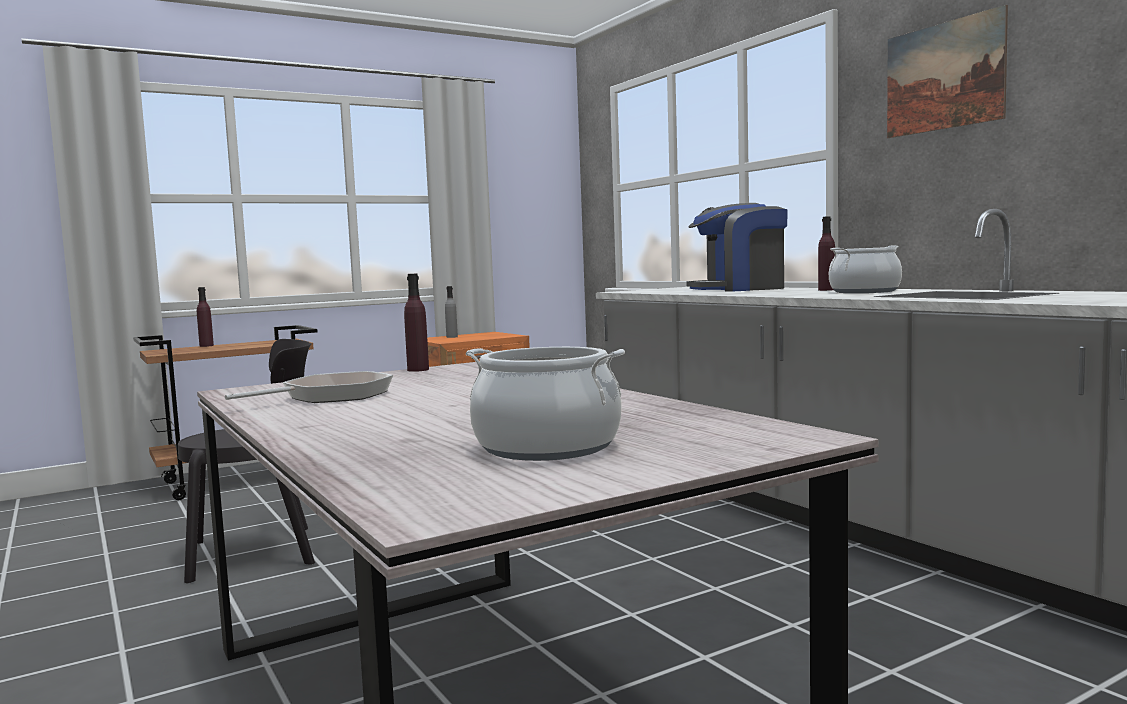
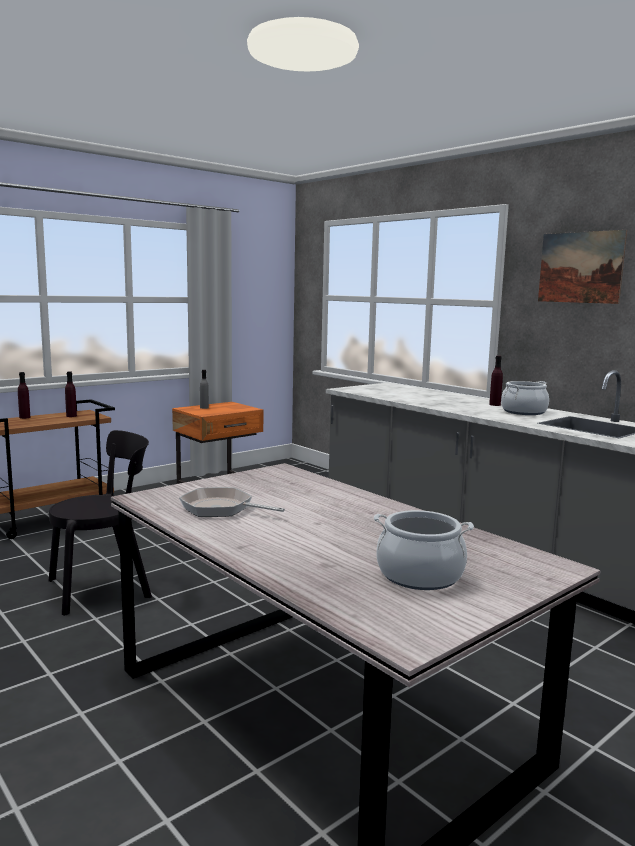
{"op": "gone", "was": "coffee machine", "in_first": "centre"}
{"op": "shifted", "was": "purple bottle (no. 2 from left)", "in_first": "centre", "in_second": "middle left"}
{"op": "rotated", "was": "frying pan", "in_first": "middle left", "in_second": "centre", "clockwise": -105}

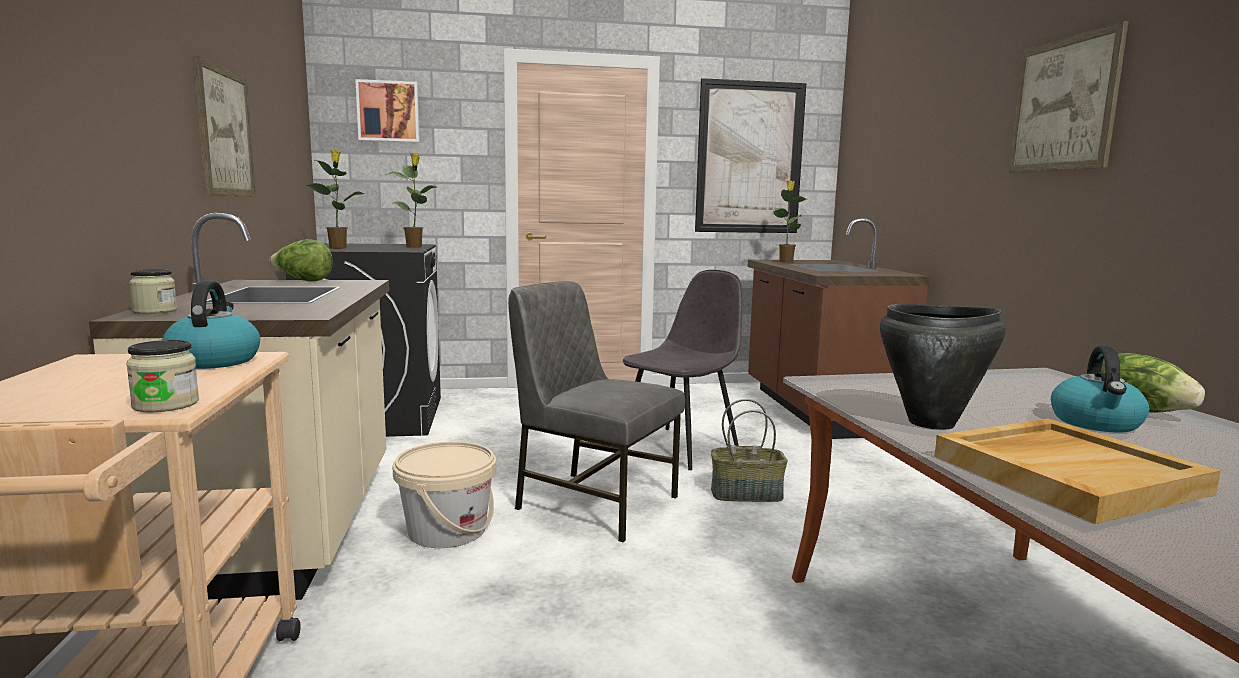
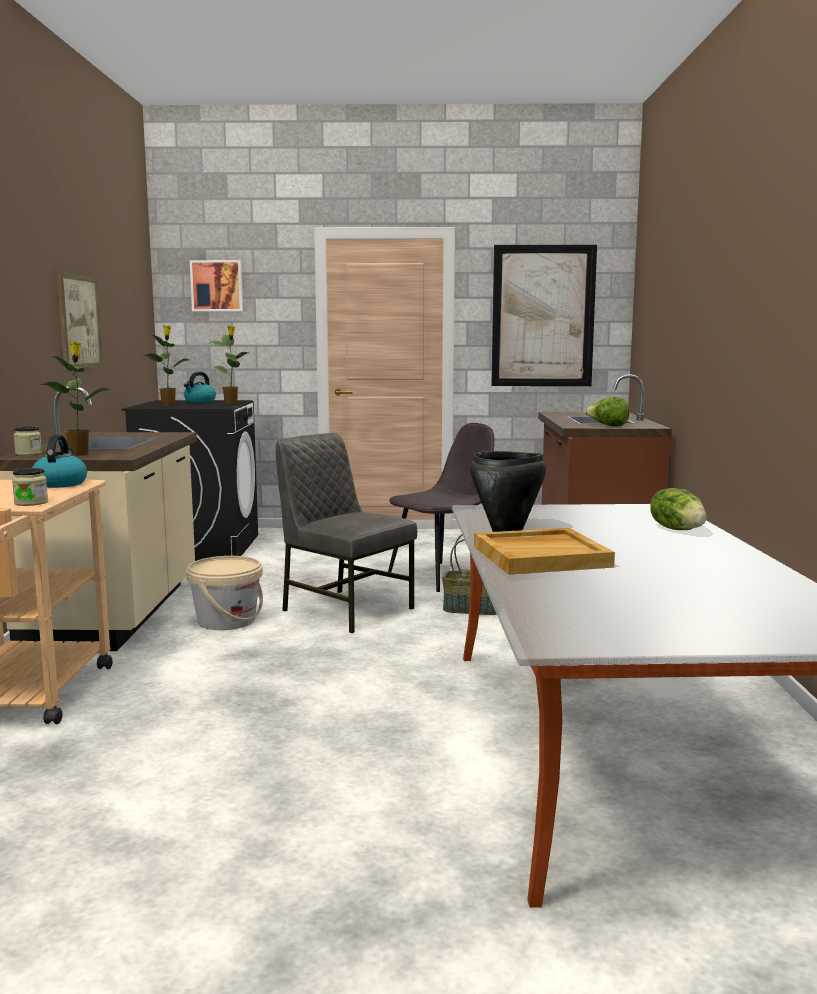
{"op": "gone", "was": "picture (no. 4 from left)", "in_first": "top right"}
{"op": "shifted", "was": "lettuce (no. 1 from left)", "in_first": "middle left", "in_second": "middle right"}
{"op": "shifted", "was": "potted plant (no. 3 from left in the first image)", "now": "potted plant (no. 1 from left)", "in_first": "top centre", "in_second": "middle left"}
{"op": "shifted", "was": "kettle (no. 2 from left)", "in_first": "middle right", "in_second": "middle left"}

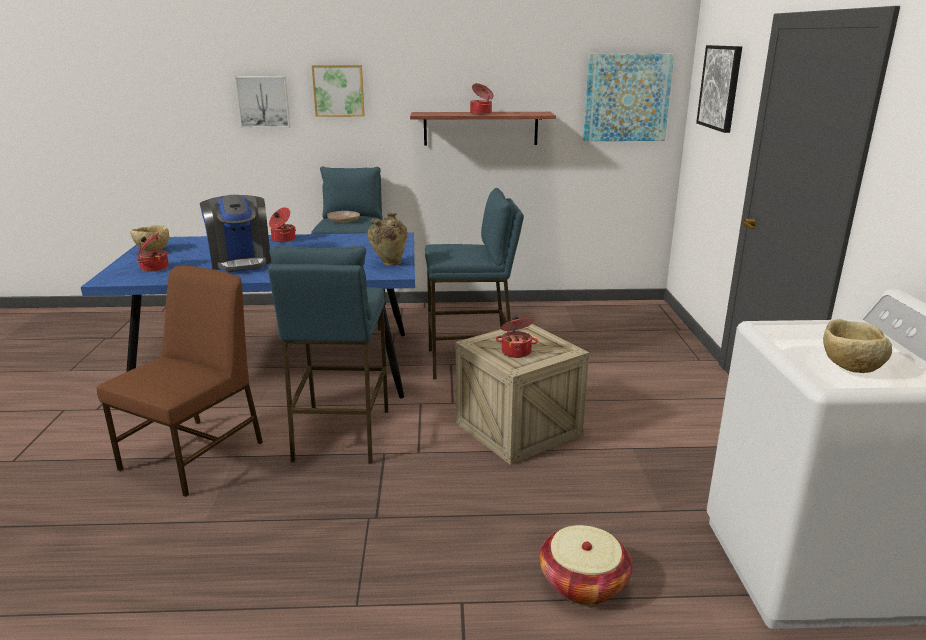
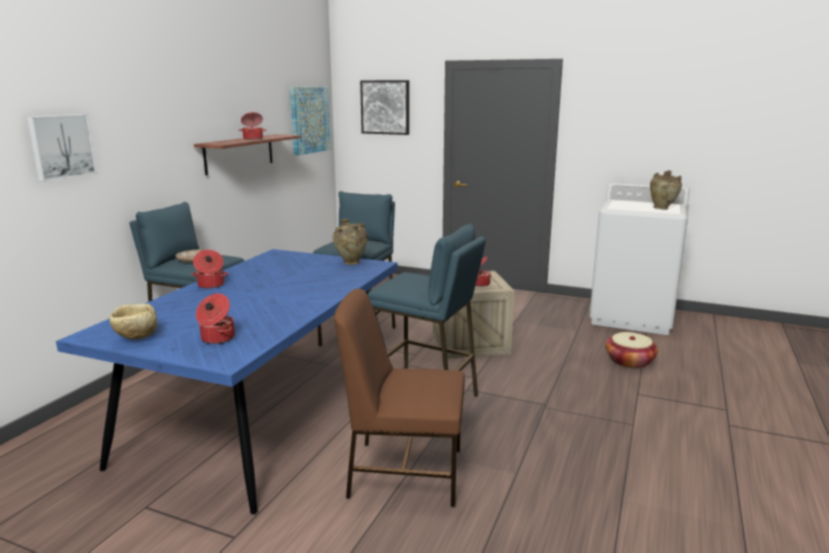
{"op": "gone", "was": "coffee machine", "in_first": "middle left"}
{"op": "gone", "was": "picture (no. 2 from left)", "in_first": "top centre"}
{"op": "swapped", "was": "beige bowl (no. 2 from left)", "now": "beige vase (no. 2 from left)", "in_first": "middle right", "in_second": "middle right"}
{"op": "rotated", "was": "brown chair", "in_first": "middle left", "in_second": "bottom centre", "clockwise": -45}

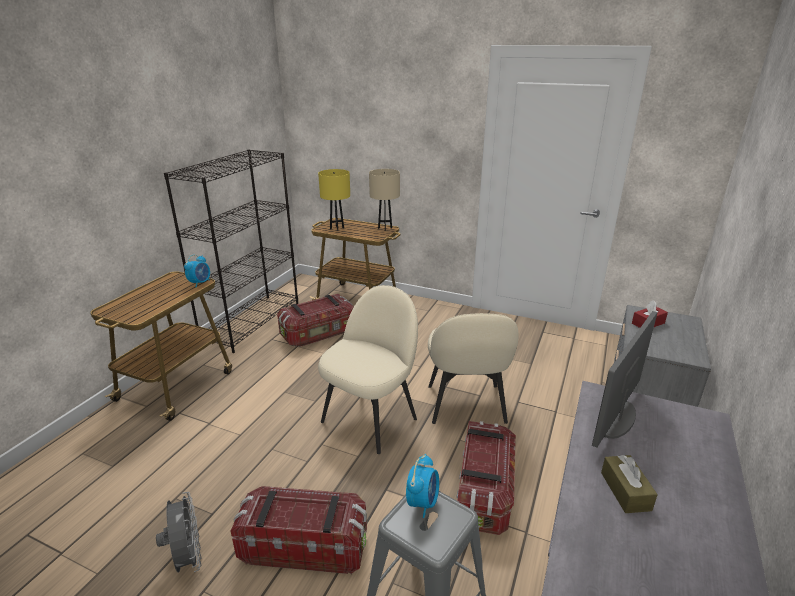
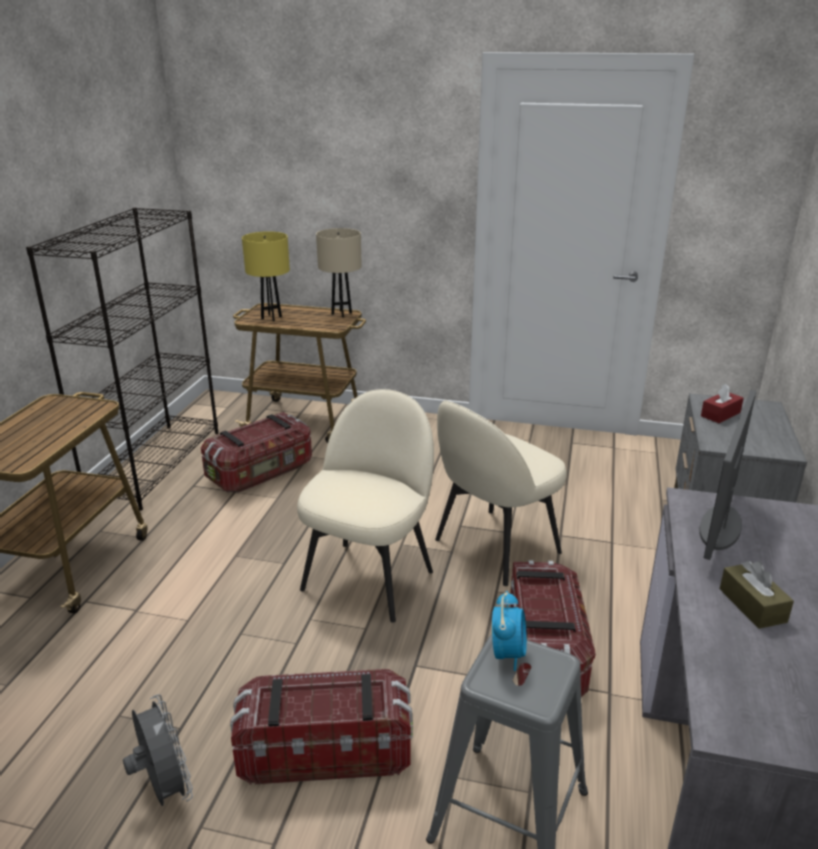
{"op": "gone", "was": "alarm clock (no. 1 from left)", "in_first": "middle left"}
{"op": "rotated", "was": "beige chair (no. 2 from left)", "in_first": "centre", "in_second": "centre", "clockwise": 60}

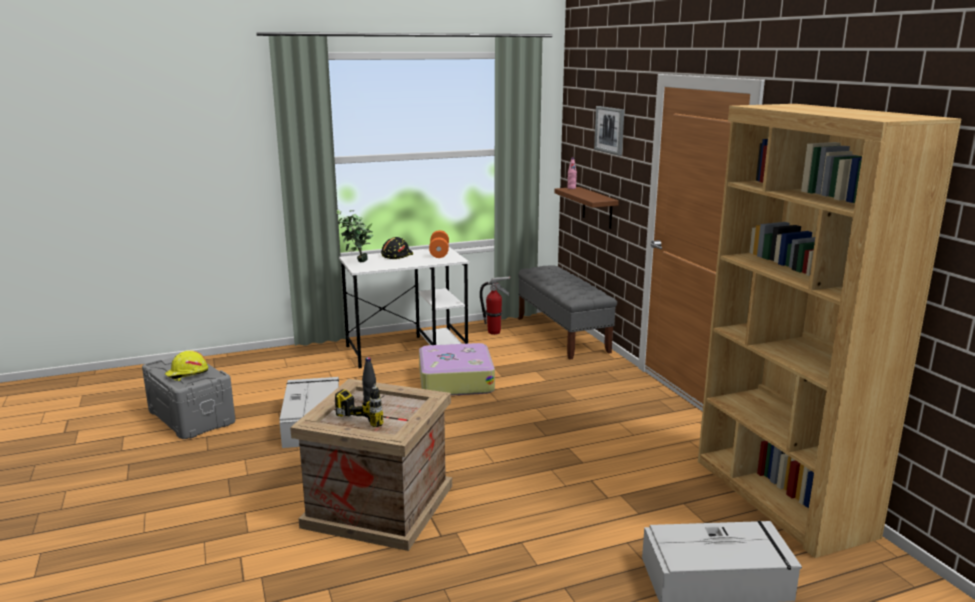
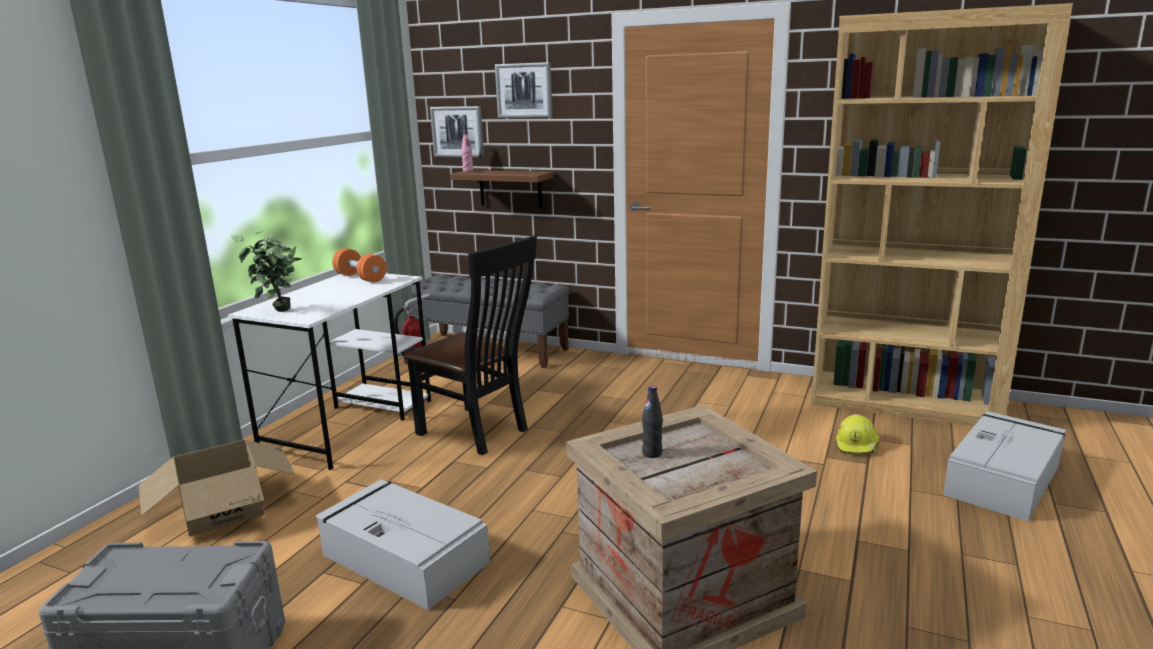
{"op": "gone", "was": "power drill", "in_first": "bottom centre"}
{"op": "gone", "was": "black hard hat", "in_first": "centre"}
{"op": "new", "now": "cardboard box", "in_second": "bottom left"}
{"op": "new", "now": "picture (no. 1 from left)", "in_second": "top centre"}
{"op": "shifted", "was": "yellow hard hat", "in_first": "middle left", "in_second": "bottom right"}
{"op": "swapped", "was": "suitcase", "now": "black chair", "in_first": "centre", "in_second": "centre"}

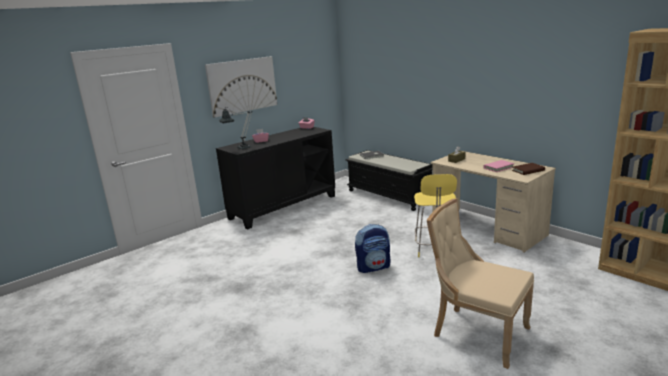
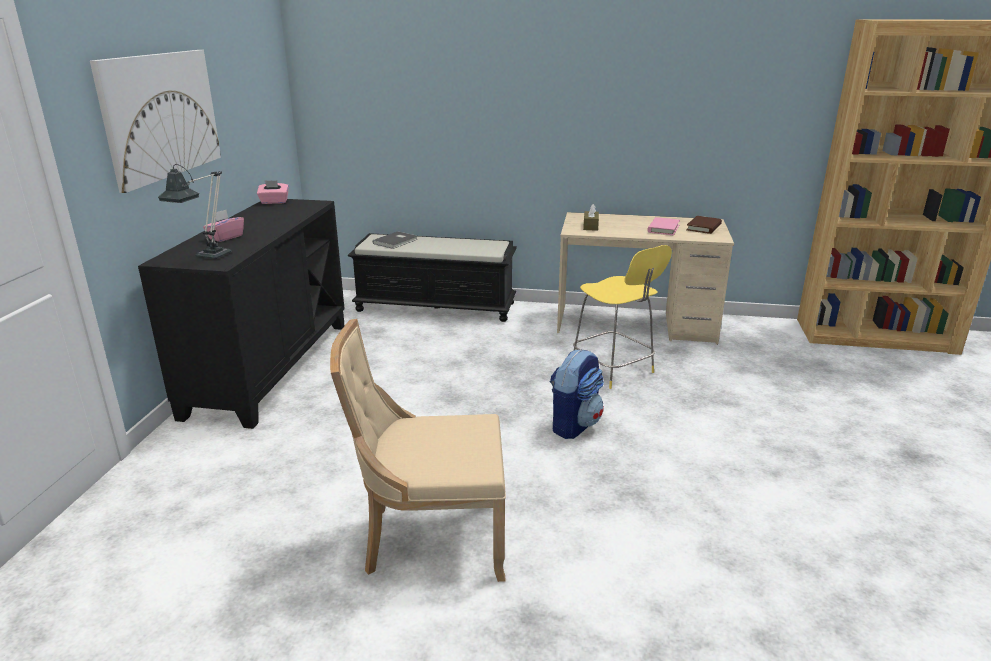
{"op": "shifted", "was": "beige chair", "in_first": "bottom right", "in_second": "bottom centre"}

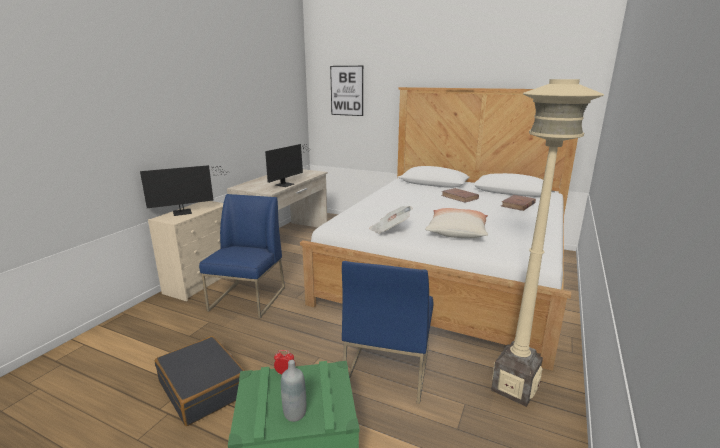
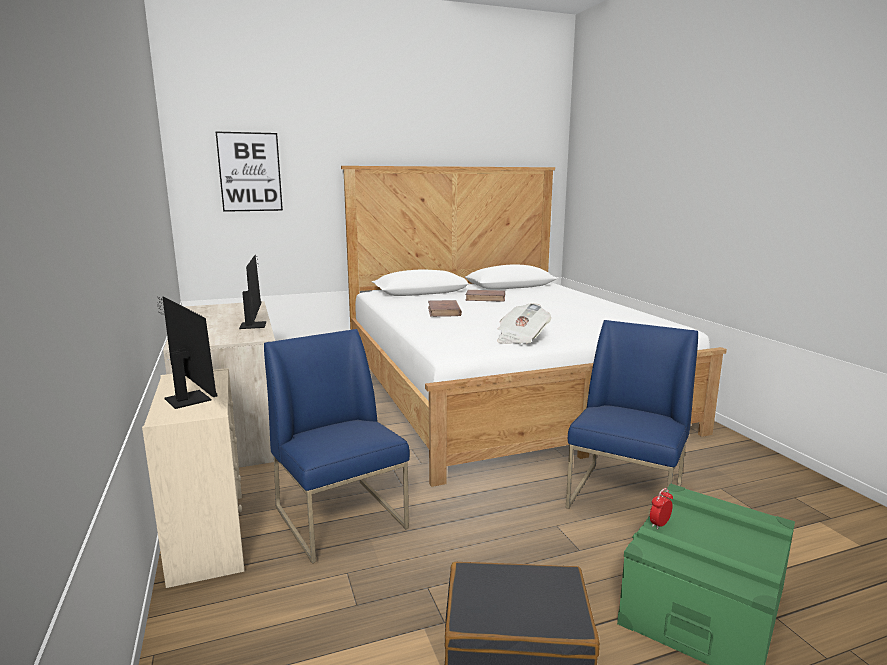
{"op": "gone", "was": "grey bottle", "in_first": "bottom centre"}
{"op": "gone", "was": "pillow", "in_first": "centre"}
{"op": "gone", "was": "beige floor lamp", "in_first": "middle right"}
{"op": "shifted", "was": "brown book (no. 2 from left in the first image)", "now": "brown book (no. 1 from left)", "in_first": "middle right", "in_second": "centre"}
{"op": "rotated", "was": "monitor (no. 1 from left)", "in_first": "middle left", "in_second": "middle left", "clockwise": -60}
{"op": "rotated", "was": "blue chair (no. 2 from left)", "in_first": "bottom centre", "in_second": "middle right", "clockwise": -120}

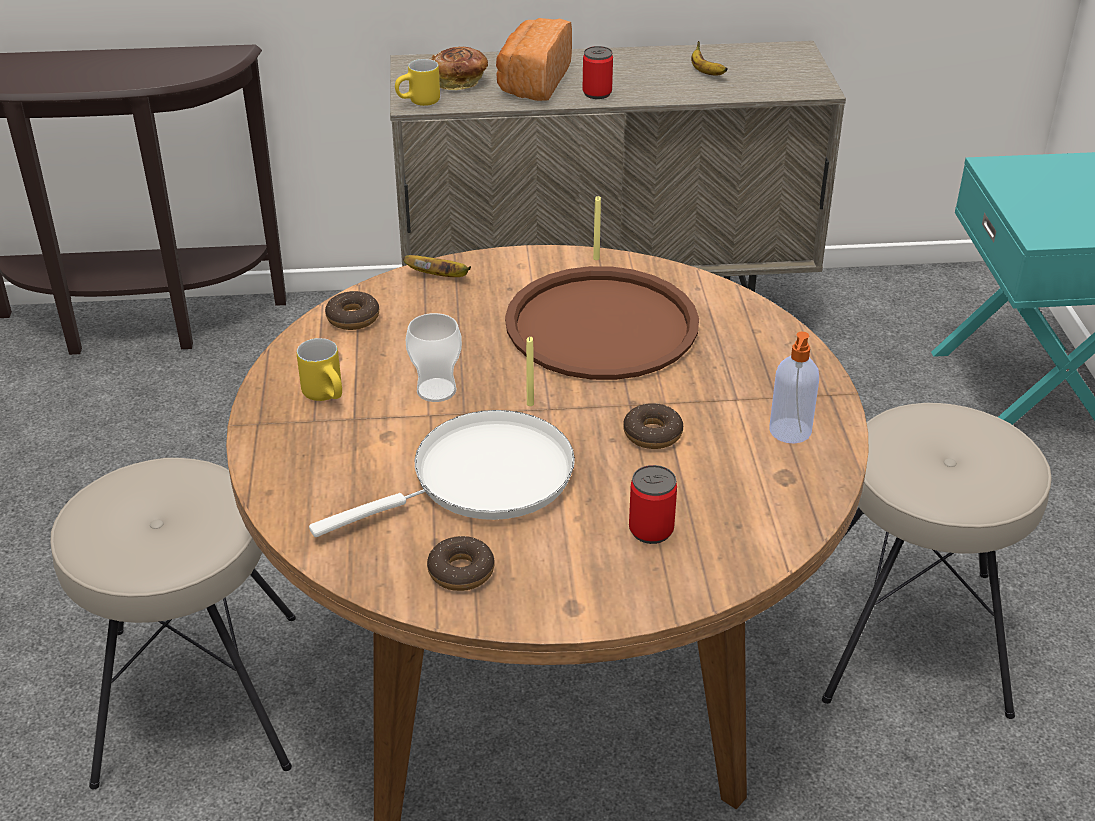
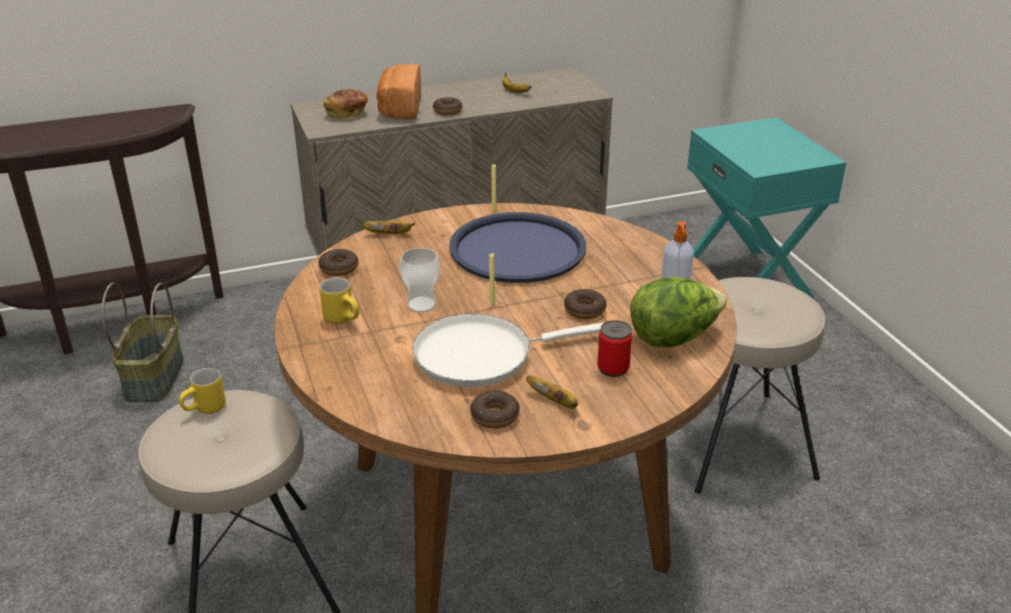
{"op": "new", "now": "basket", "in_second": "middle left"}
{"op": "new", "now": "banana (no. 3 from left)", "in_second": "centre"}
{"op": "new", "now": "lettuce", "in_second": "middle right"}
{"op": "shifted", "was": "yellow mug (no. 2 from left in the first image)", "now": "yellow mug (no. 1 from left)", "in_first": "top centre", "in_second": "middle left"}
{"op": "swapped", "was": "can (no. 1 from left)", "now": "donut (no. 2 from left)", "in_first": "top centre", "in_second": "top centre"}
{"op": "repainted", "was": "brown tray", "now": "blue tray", "in_first": "centre", "in_second": "centre"}
{"op": "rotated", "was": "white frying pan", "in_first": "centre", "in_second": "centre", "clockwise": -150}

